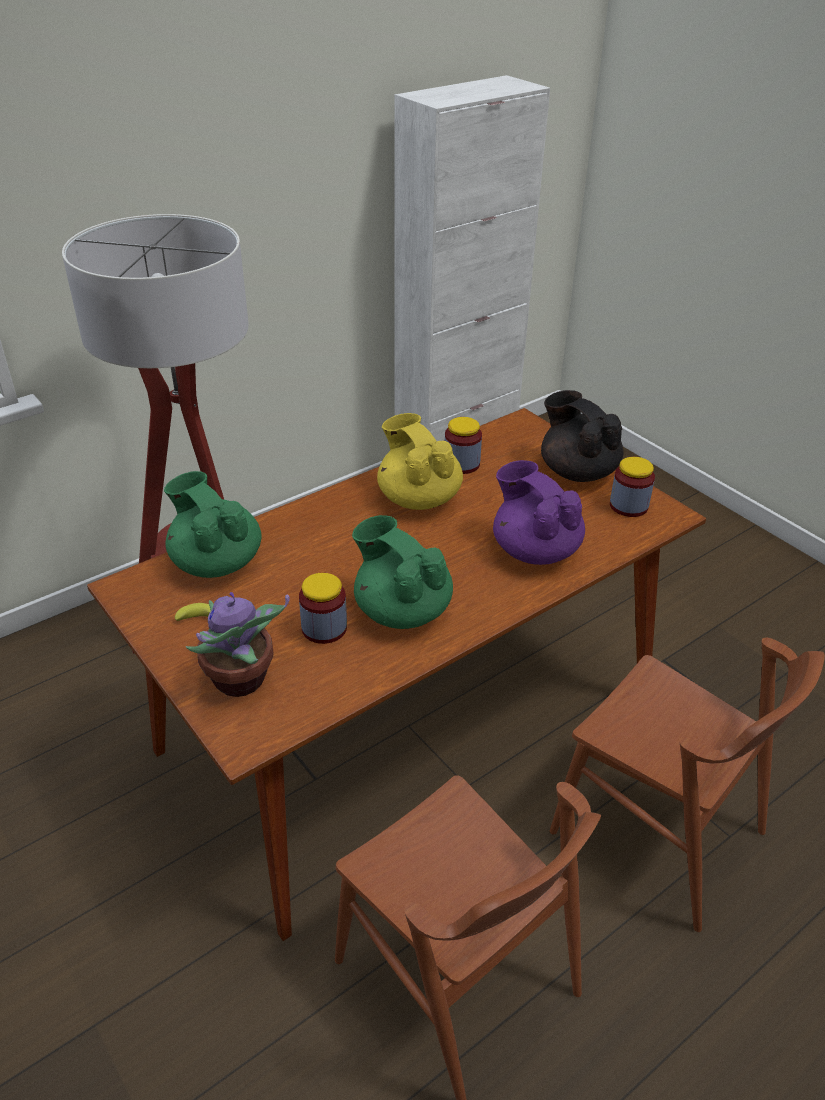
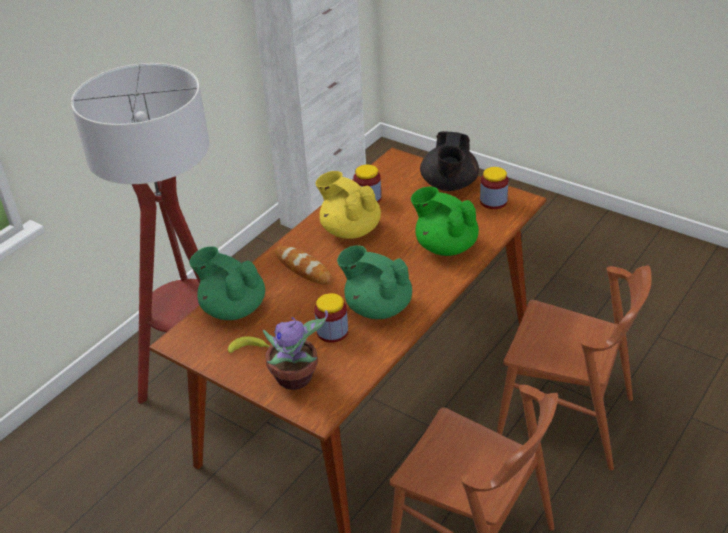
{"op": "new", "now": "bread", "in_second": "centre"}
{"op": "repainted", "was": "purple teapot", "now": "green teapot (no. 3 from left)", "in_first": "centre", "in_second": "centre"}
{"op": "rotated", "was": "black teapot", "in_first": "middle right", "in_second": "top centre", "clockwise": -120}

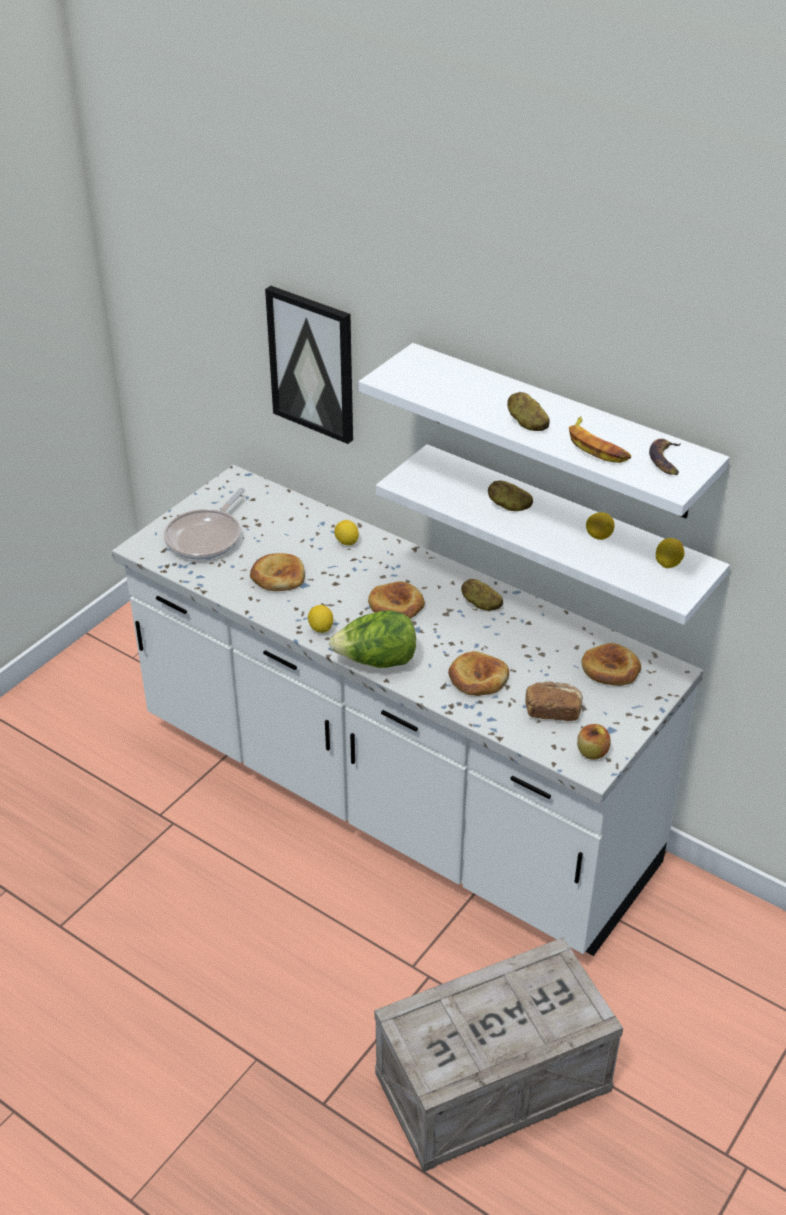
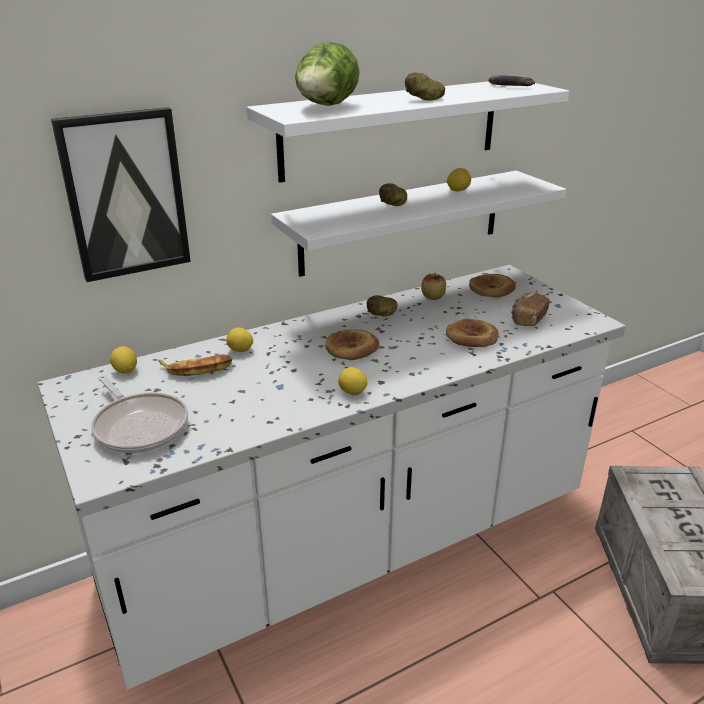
{"op": "gone", "was": "bread (no. 1 from left)", "in_first": "centre"}
{"op": "shifted", "was": "lettuce", "in_first": "centre", "in_second": "top centre"}
{"op": "shifted", "was": "banana (no. 1 from left)", "in_first": "middle right", "in_second": "middle left"}
{"op": "shifted", "was": "apple", "in_first": "middle right", "in_second": "centre"}
{"op": "shifted", "was": "lemon (no. 4 from left in the first image)", "now": "lemon (no. 1 from left)", "in_first": "middle right", "in_second": "middle left"}

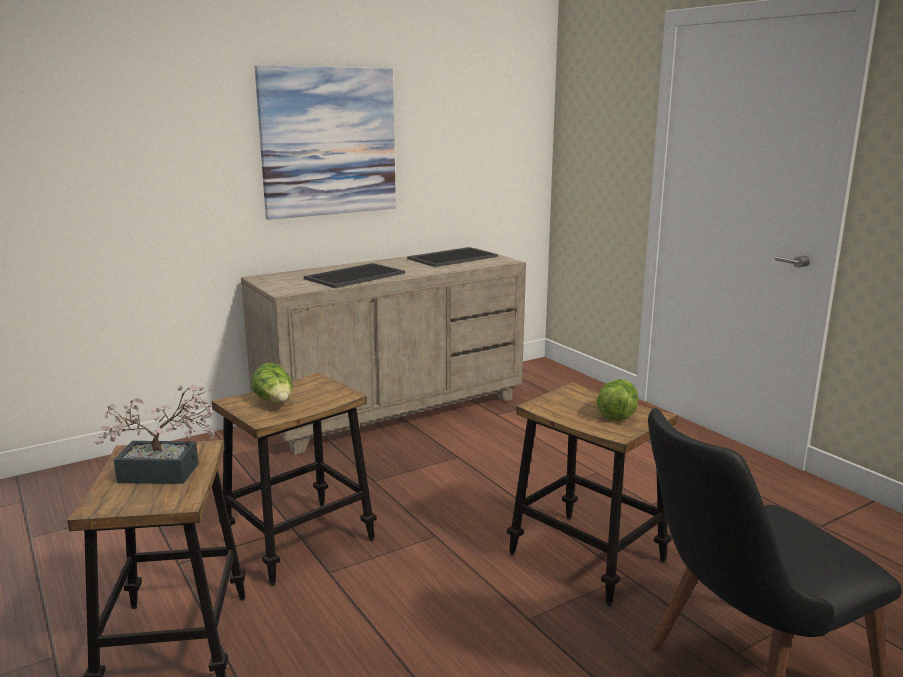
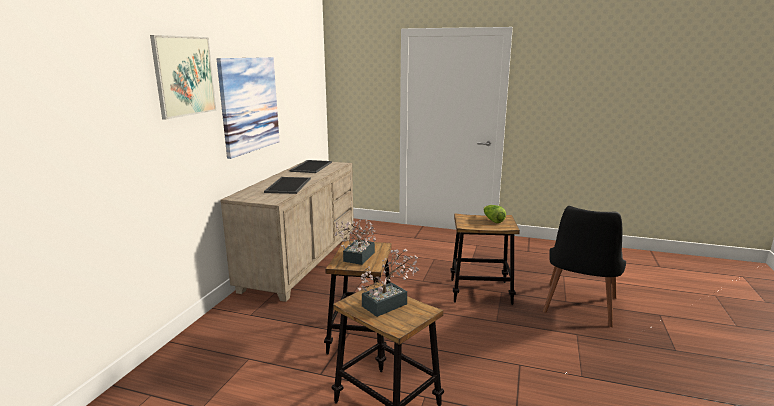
{"op": "new", "now": "picture (no. 1 from left)", "in_second": "top left"}
{"op": "swapped", "was": "lettuce (no. 1 from left)", "now": "potted plant (no. 1 from left)", "in_first": "middle left", "in_second": "centre"}

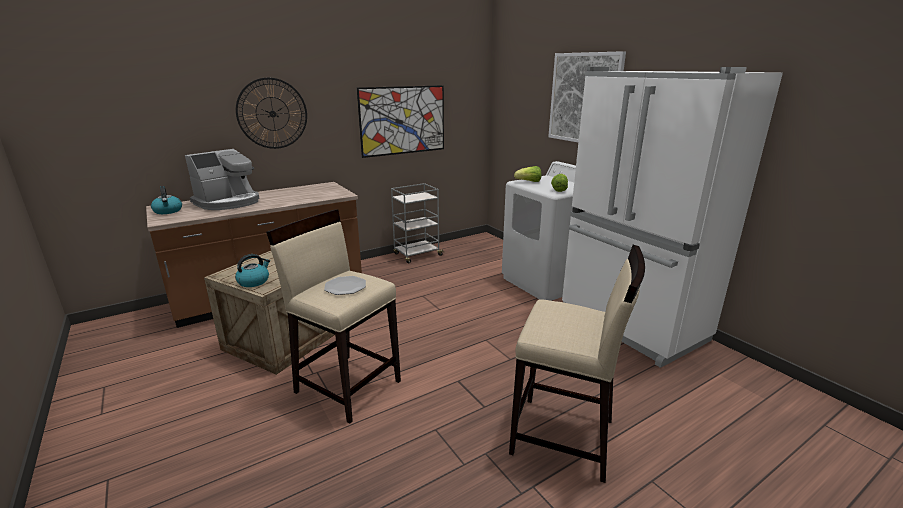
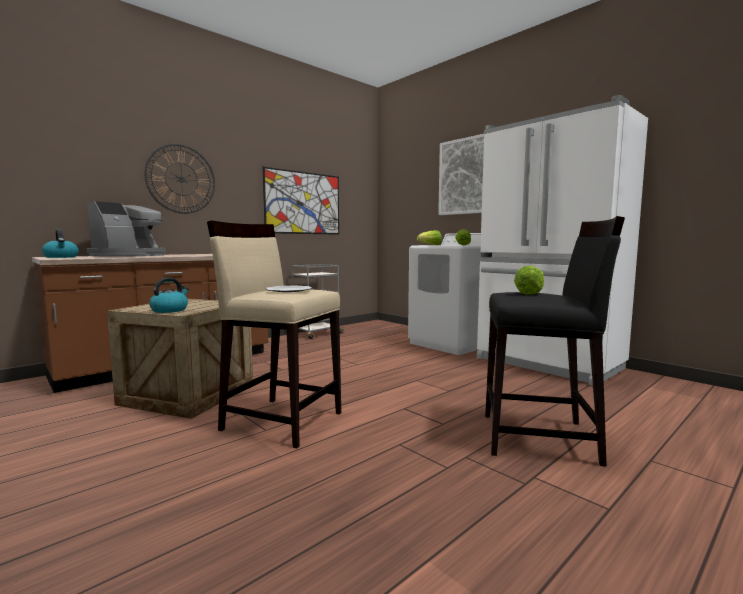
{"op": "new", "now": "lettuce (no. 3 from left)", "in_second": "middle right"}
{"op": "repainted", "was": "beige stool (no. 2 from left)", "now": "black stool", "in_first": "bottom centre", "in_second": "middle right"}

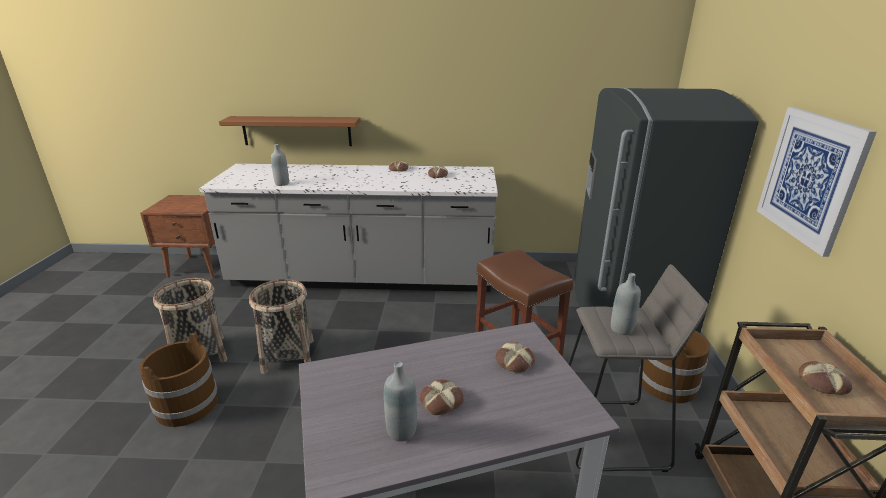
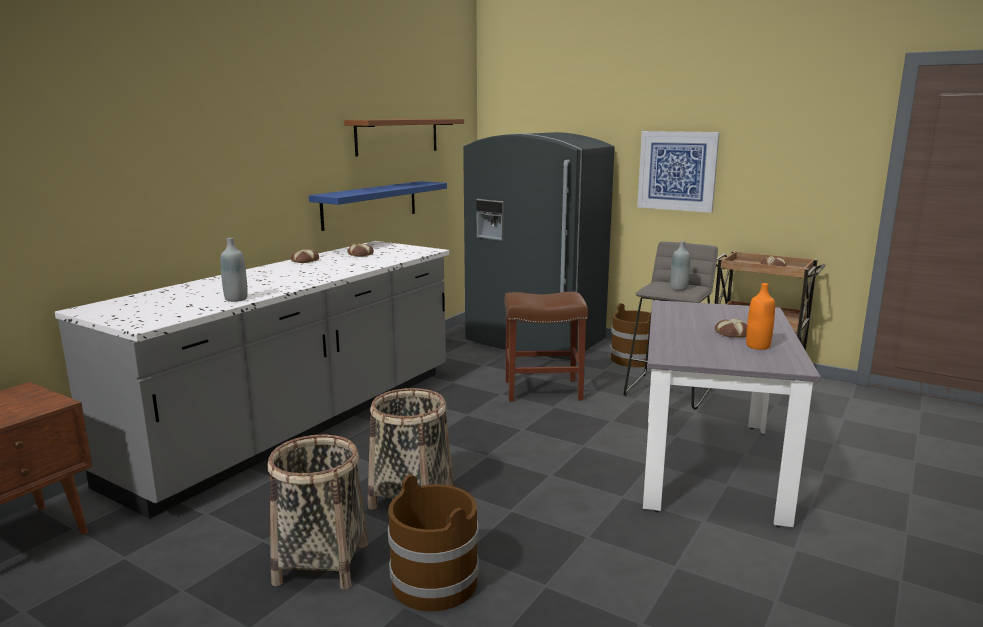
{"op": "gone", "was": "bread (no. 4 from left)", "in_first": "bottom centre"}
{"op": "new", "now": "blue shelf", "in_second": "top centre"}
{"op": "shifted", "was": "brown shelf", "in_first": "top left", "in_second": "top centre"}
{"op": "repainted", "was": "grey bottle (no. 2 from left)", "now": "orange bottle", "in_first": "bottom centre", "in_second": "middle right"}

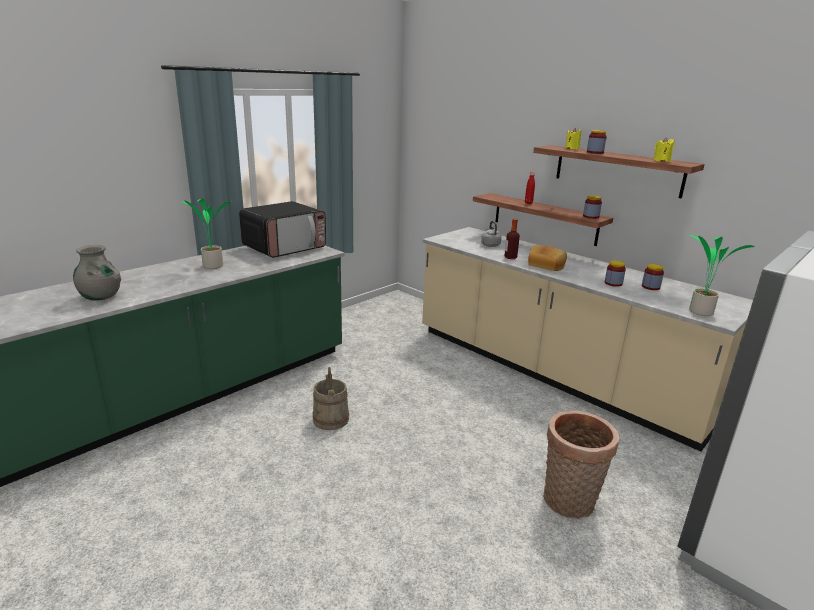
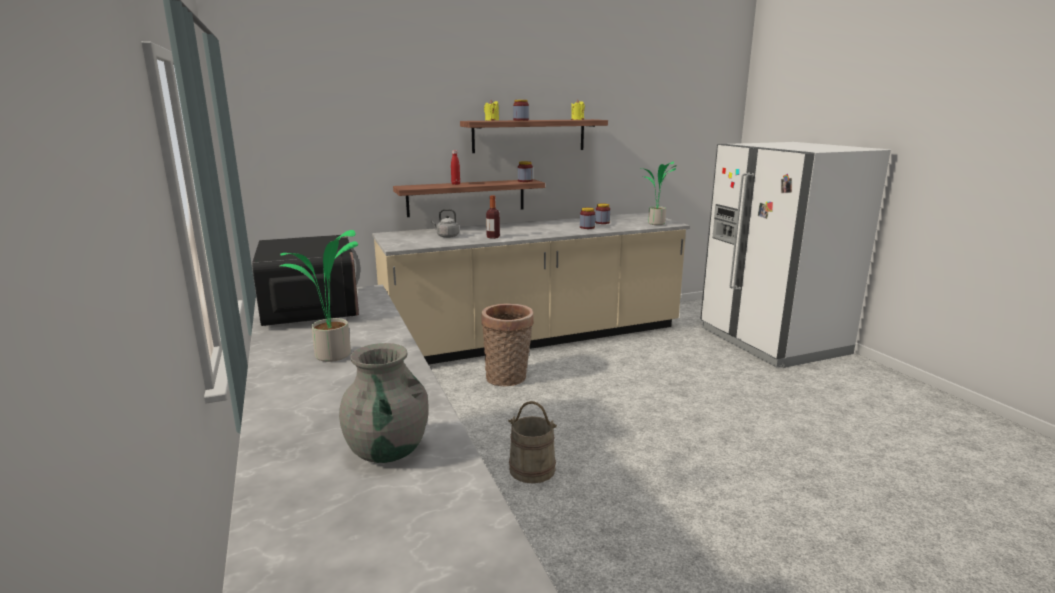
{"op": "gone", "was": "bread", "in_first": "middle right"}
{"op": "shifted", "was": "basket", "in_first": "bottom right", "in_second": "centre"}

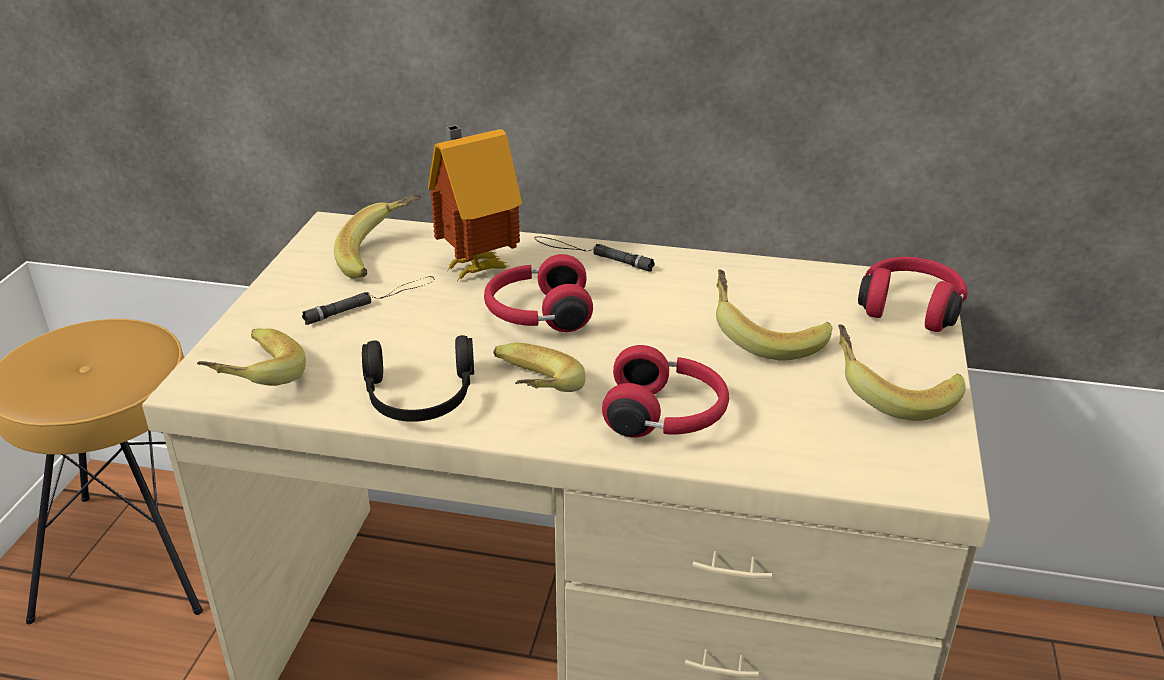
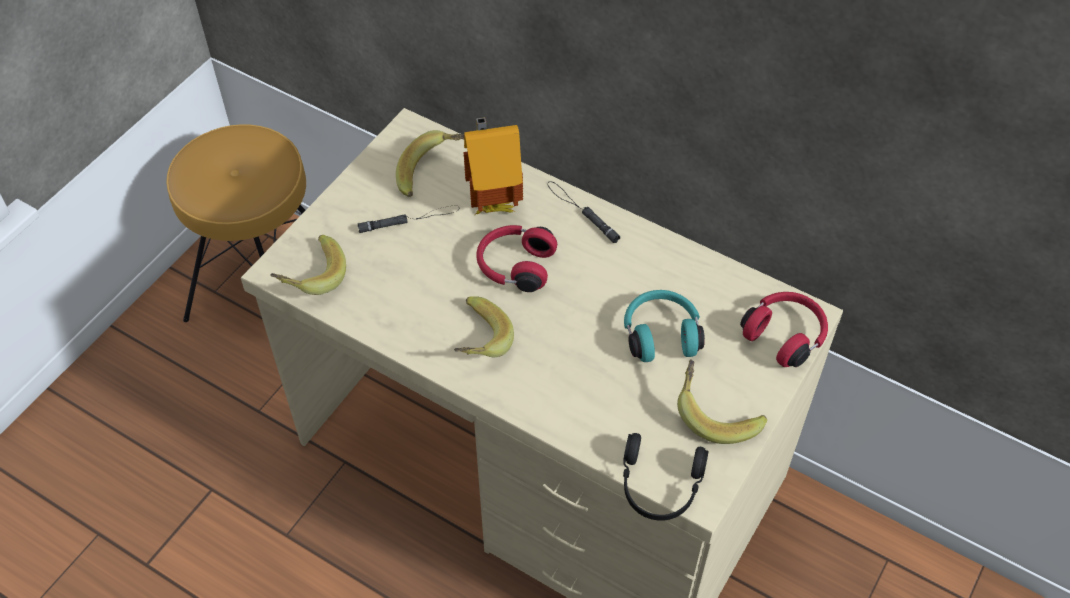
{"op": "gone", "was": "red headphones (no. 2 from left)", "in_first": "centre"}
{"op": "shifted", "was": "black headphones", "in_first": "centre", "in_second": "bottom centre"}
{"op": "swapped", "was": "banana (no. 4 from left)", "now": "turquoise headphones", "in_first": "centre", "in_second": "centre"}

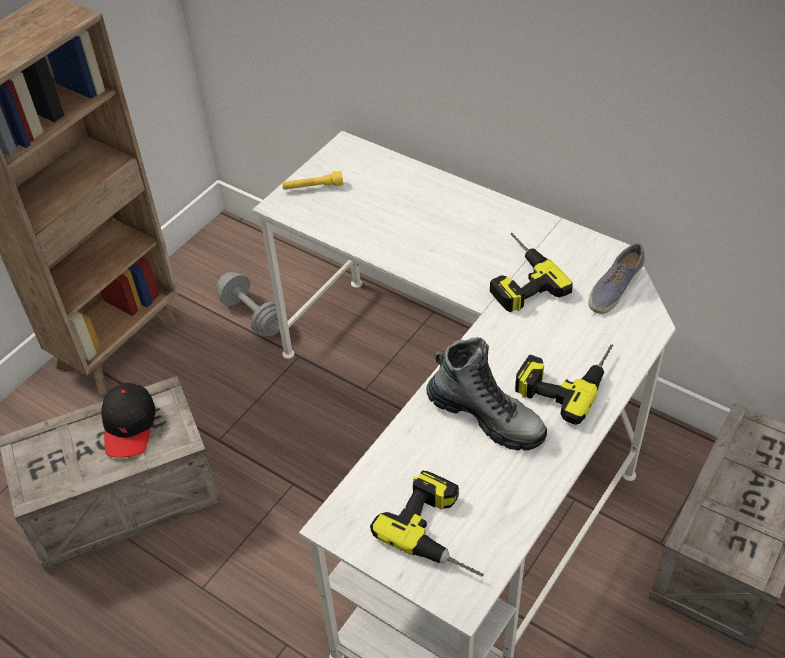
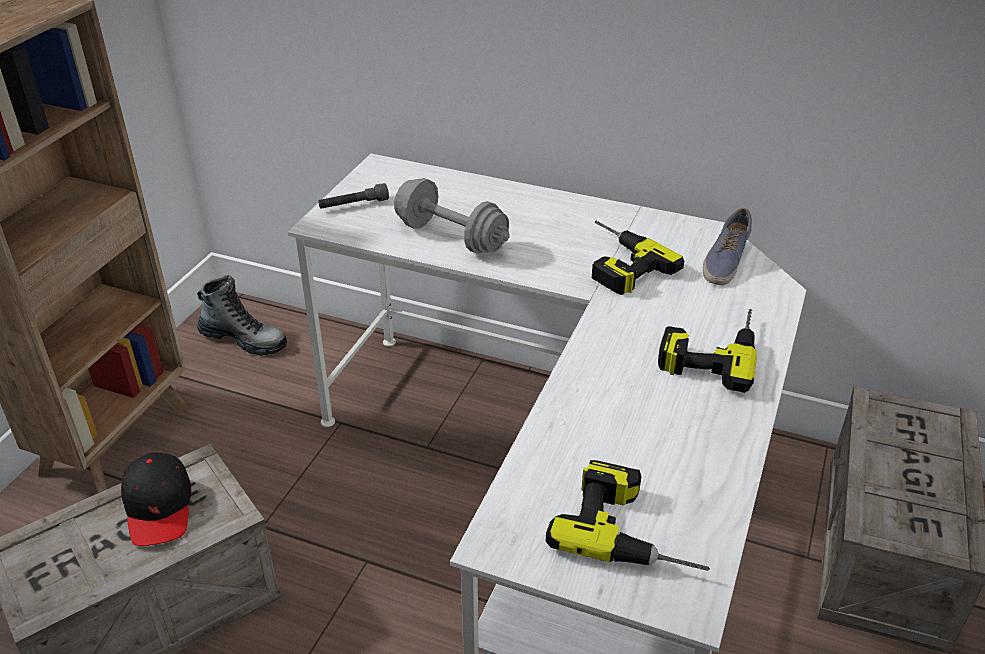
{"op": "shifted", "was": "grey dumbbell", "in_first": "middle left", "in_second": "top centre"}
{"op": "shifted", "was": "boot", "in_first": "centre", "in_second": "middle left"}
{"op": "repainted", "was": "yellow flashlight", "now": "grey flashlight", "in_first": "top centre", "in_second": "top centre"}

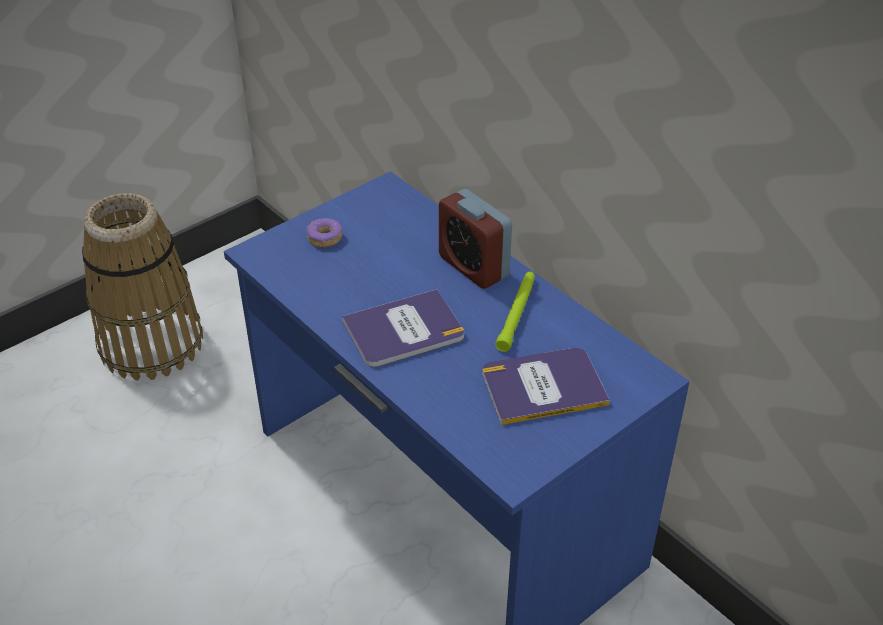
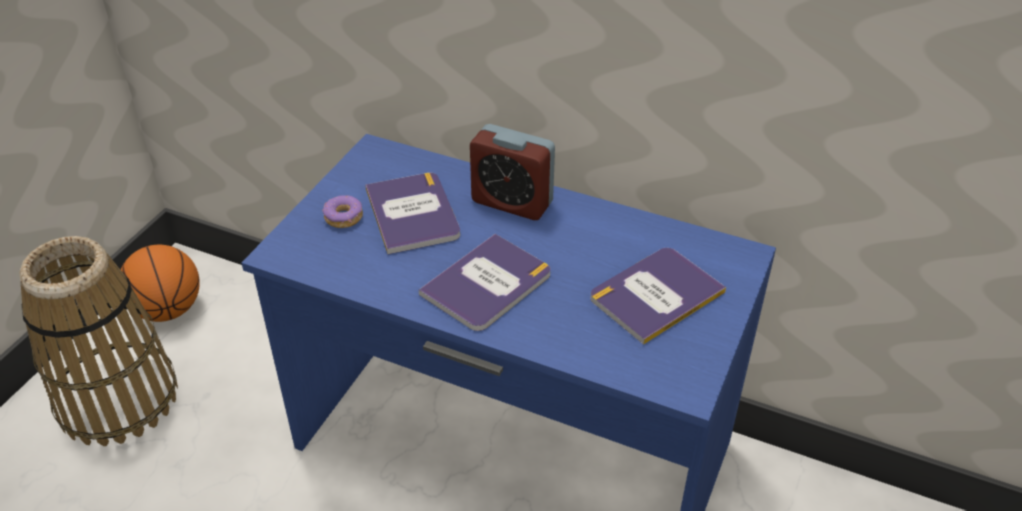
{"op": "gone", "was": "green flashlight", "in_first": "centre"}
{"op": "new", "now": "basketball", "in_second": "middle left"}
{"op": "new", "now": "book (no. 1 from left)", "in_second": "centre"}

